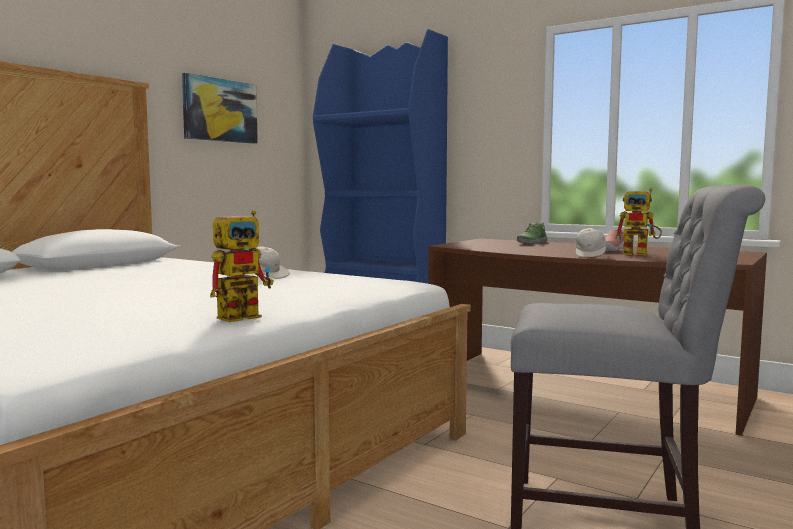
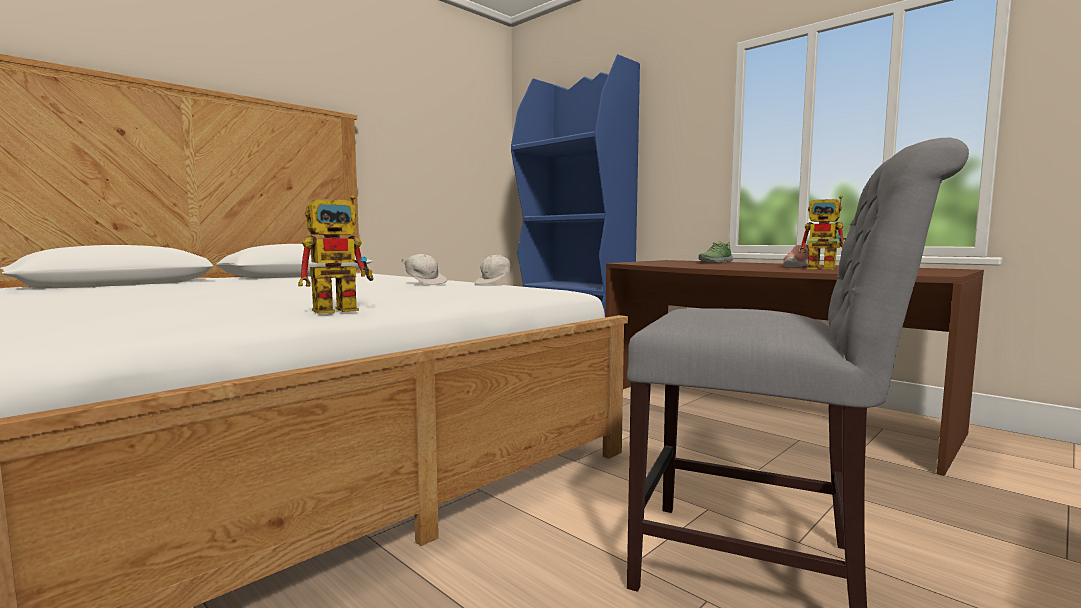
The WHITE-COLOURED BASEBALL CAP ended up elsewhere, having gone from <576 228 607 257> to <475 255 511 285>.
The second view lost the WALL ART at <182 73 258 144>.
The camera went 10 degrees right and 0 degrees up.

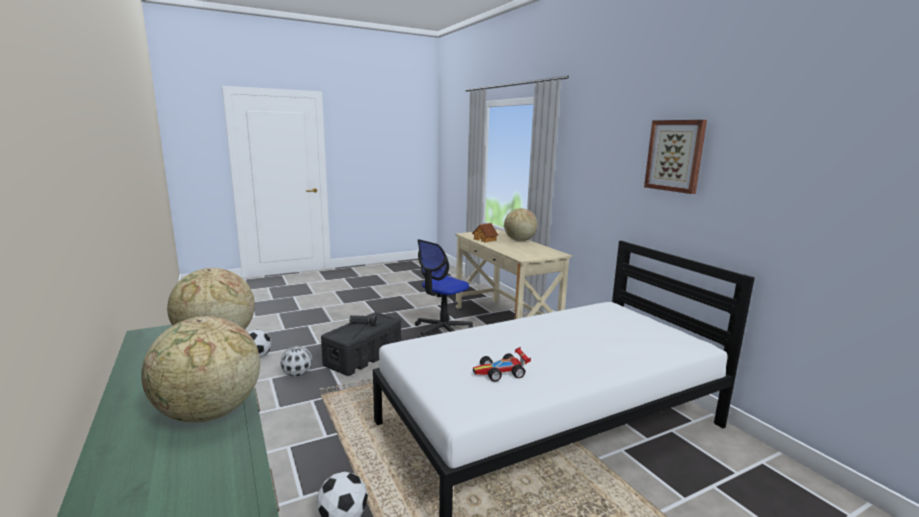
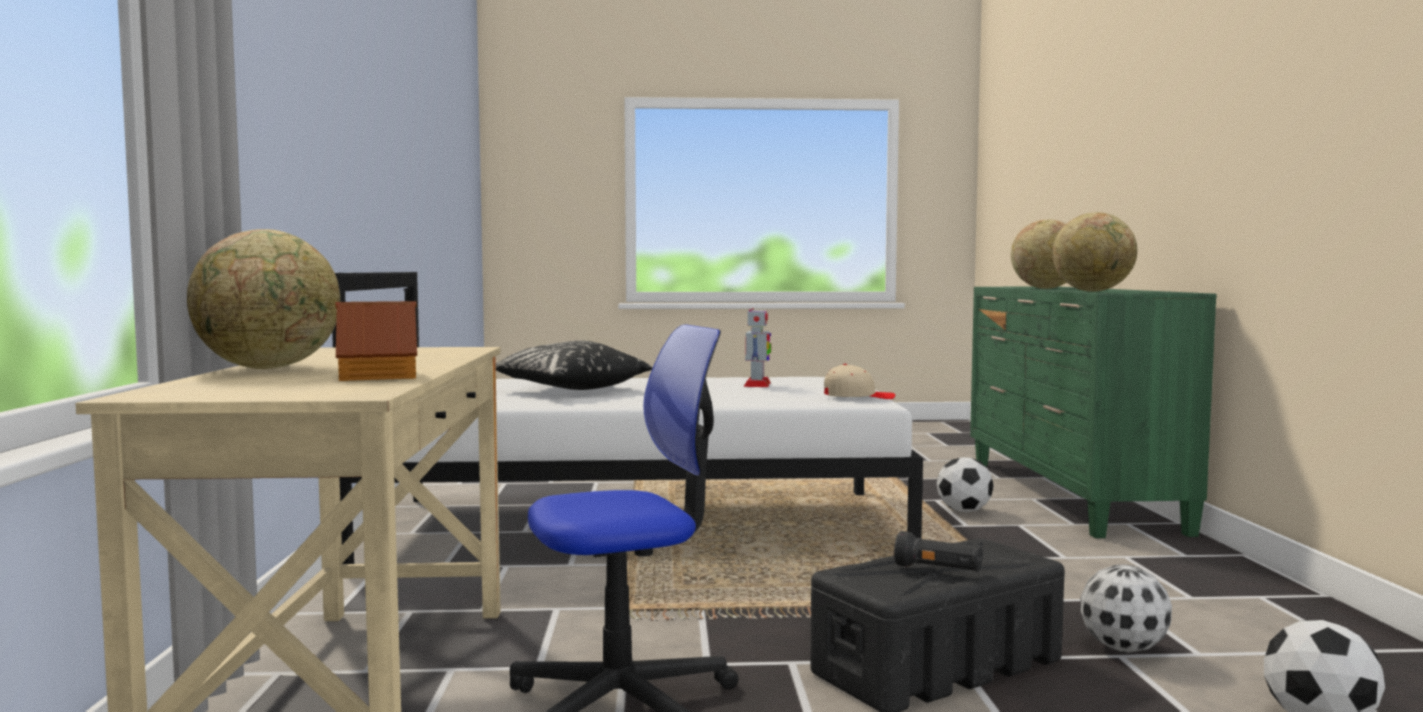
The second view gained the BLACKISH THROW PILLOW at <496 341 653 390>.
Where the MINIATURE CAR stood at <473 347 531 382>, the MODEL ROBOT came to stand at <744 308 771 387>.
The second view gained the BEIGE-COLOURED BASEBALL CAP at <824 364 895 399>.
The second view lost the WALL ART at <644 120 707 194>.
The camera went 155 degrees left and 10 degrees down.

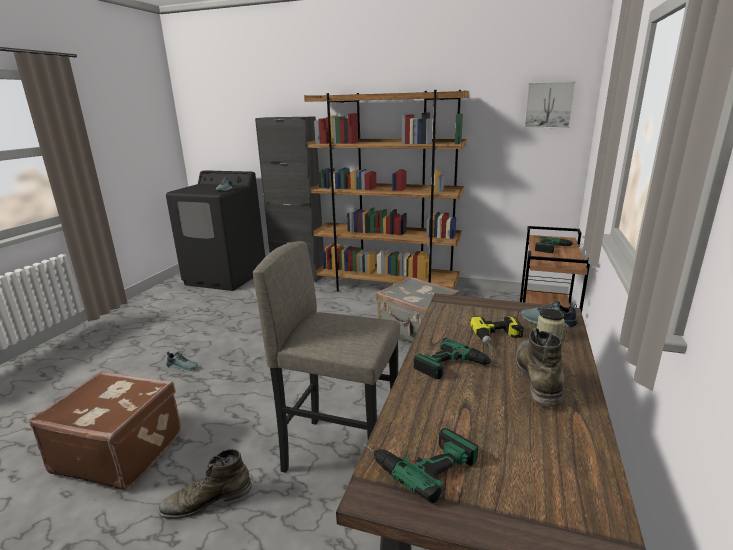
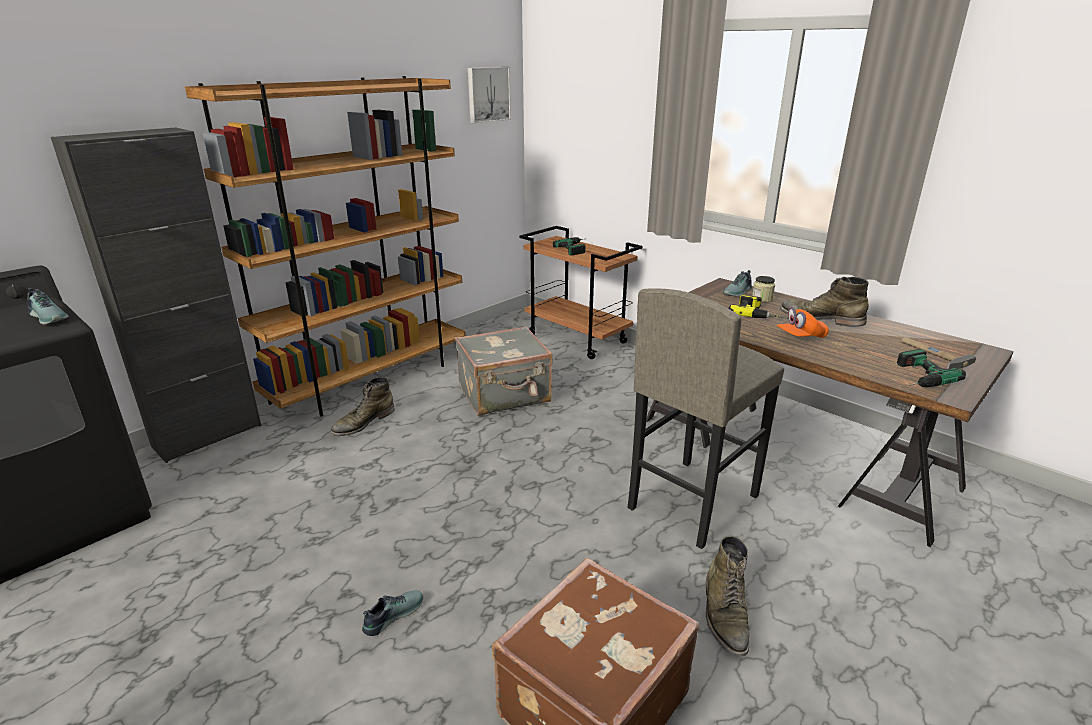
The second view gained the GREEN-COLOURED TALL BOOT at <330 377 395 436>.
Where the ELECTRIC DRILL stood at <414 338 502 379>, the ORANGE-COLOURED BASEBALL CAP came to stand at <777 307 829 338>.
The second view gained the HAND HAMMER at <901 337 976 369>.
The camera went 65 degrees left and 5 degrees up.

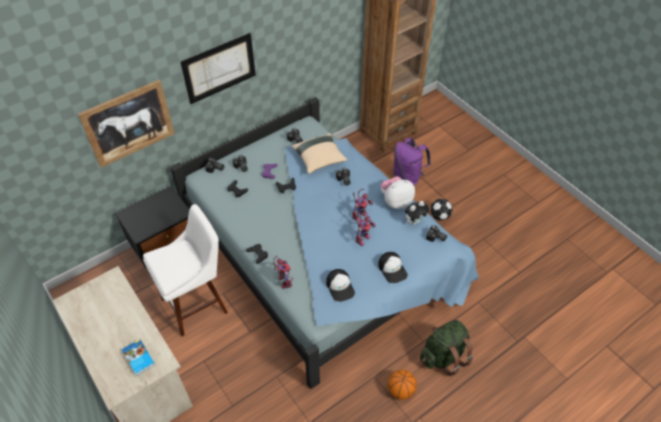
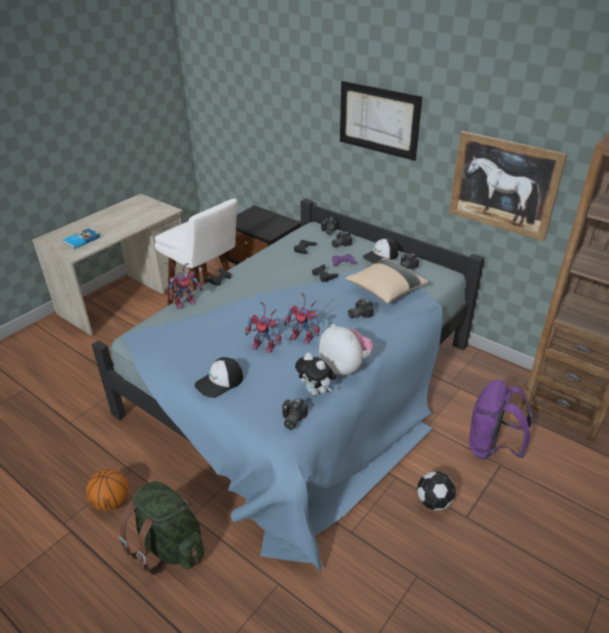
The BASEBALL CAP ended up elsewhere, having gone from <326 269 355 302> to <363 238 398 264>.
The WALL ART ended up elsewhere, having gone from <78 80 175 168> to <449 131 567 241>.
The camera went 75 degrees right and 15 degrees down.

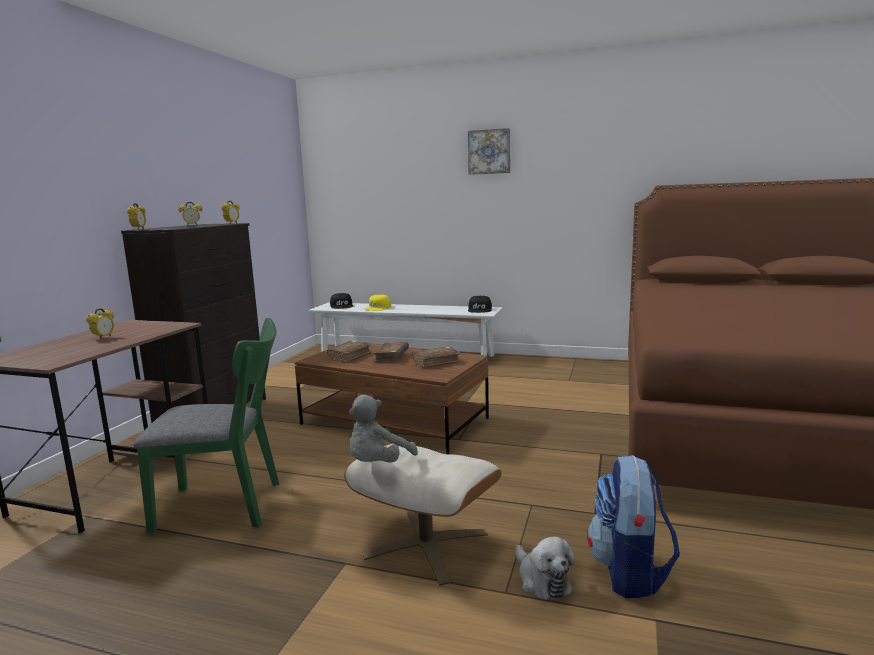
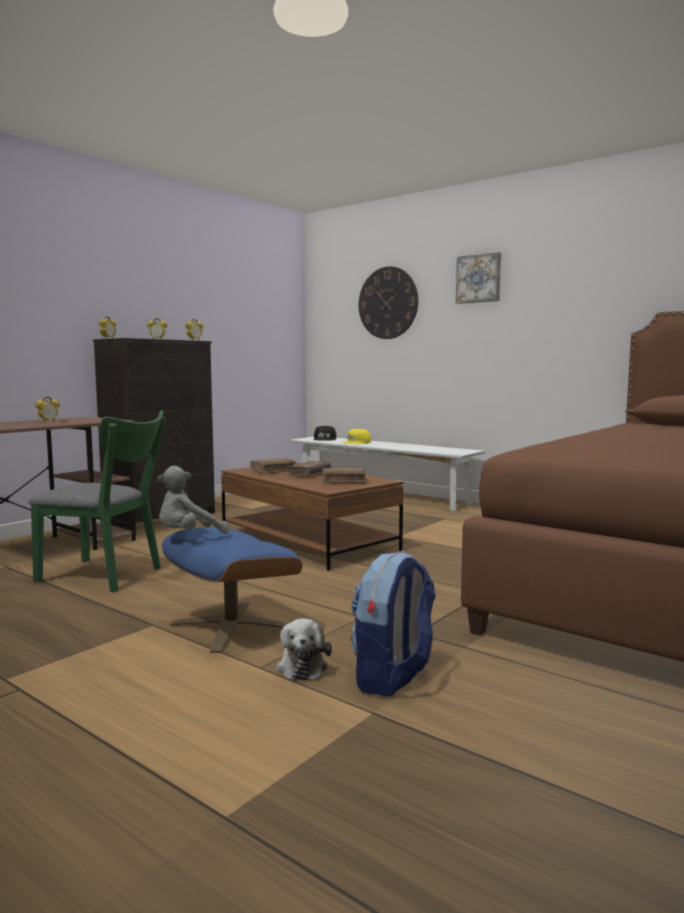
What was the BEIGE-COLOURED FOOTREST at <345 444 502 586> turned into the BLUE-COLOURED FOOTREST at <162 527 303 653>.
The second view gained the HANGING CLOCK at <359 266 418 339>.
The second view lost the BLACKISH BASEBALL CAP at <468 296 492 313>.
The camera went 20 degrees right and 5 degrees down.

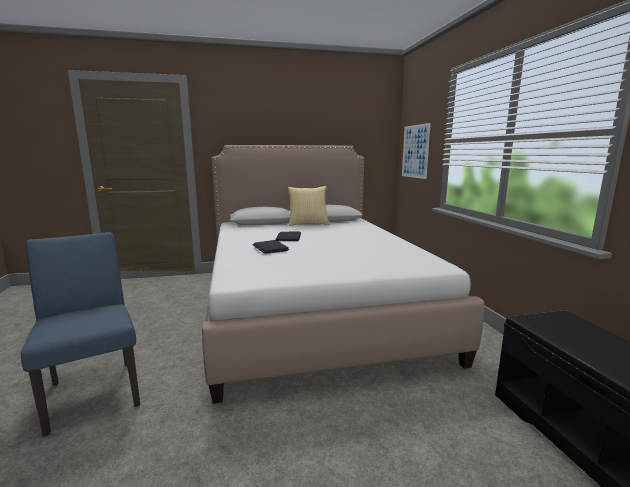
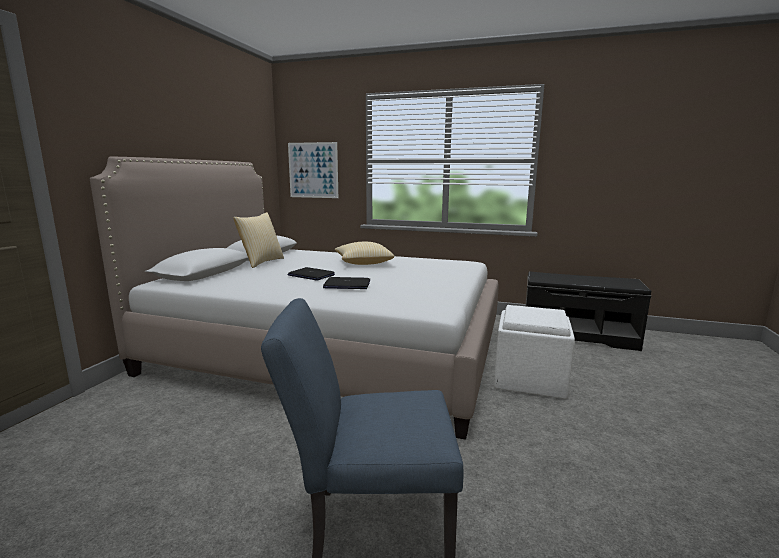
The second view gained the THROW PILLOW at <335 242 395 265>.
The second view gained the WHITE-COLOURED FOOTREST at <494 305 575 399>.
The camera went 60 degrees left and 0 degrees up.

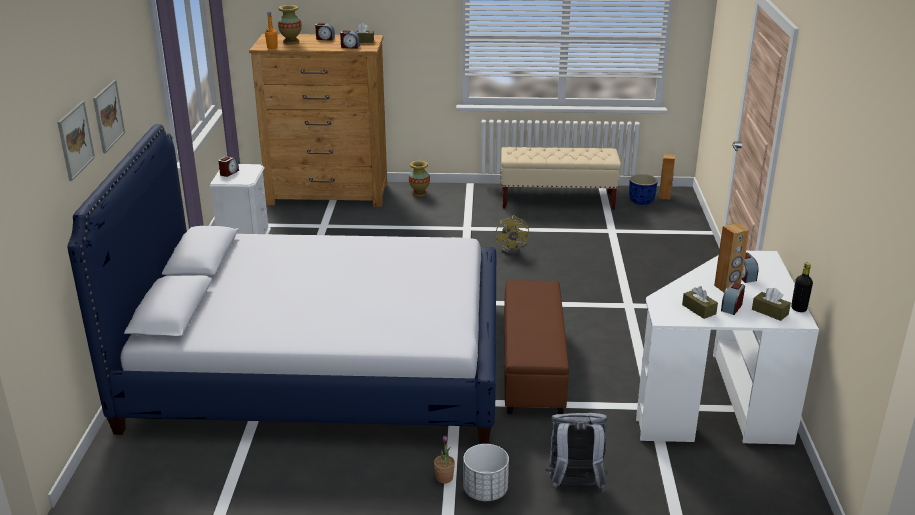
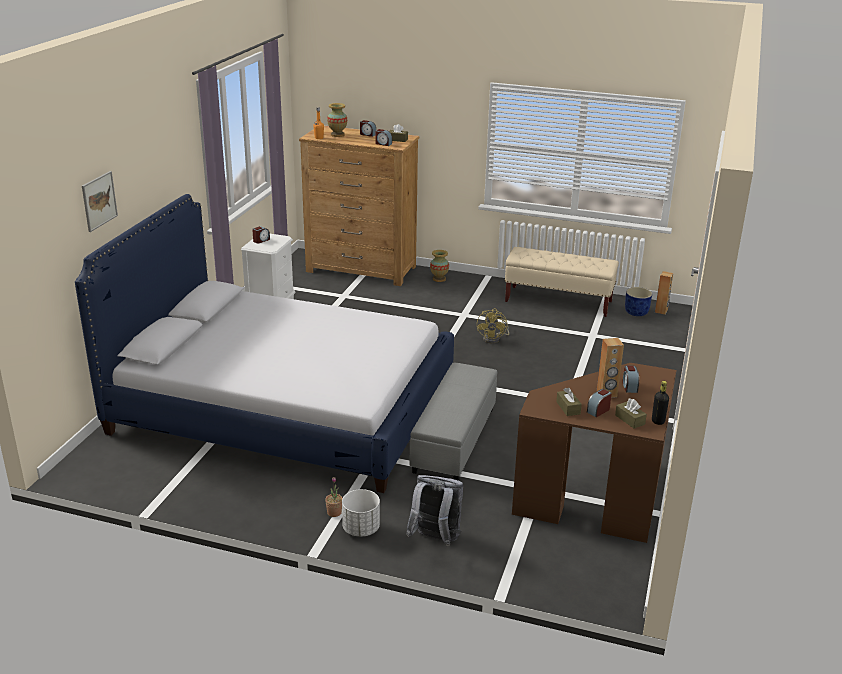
What was the BROWN FOOTREST at <504 280 569 414> turned into the GREYISH FOOTREST at <410 363 497 481>.
What was the WHITE-COLOURED DESK UNIT at <636 251 819 445> turned into the BROWN DESK UNIT at <512 363 676 543>.
The second view lost the WALL ART at <93 80 125 153>.
The camera went 15 degrees right and 0 degrees up.

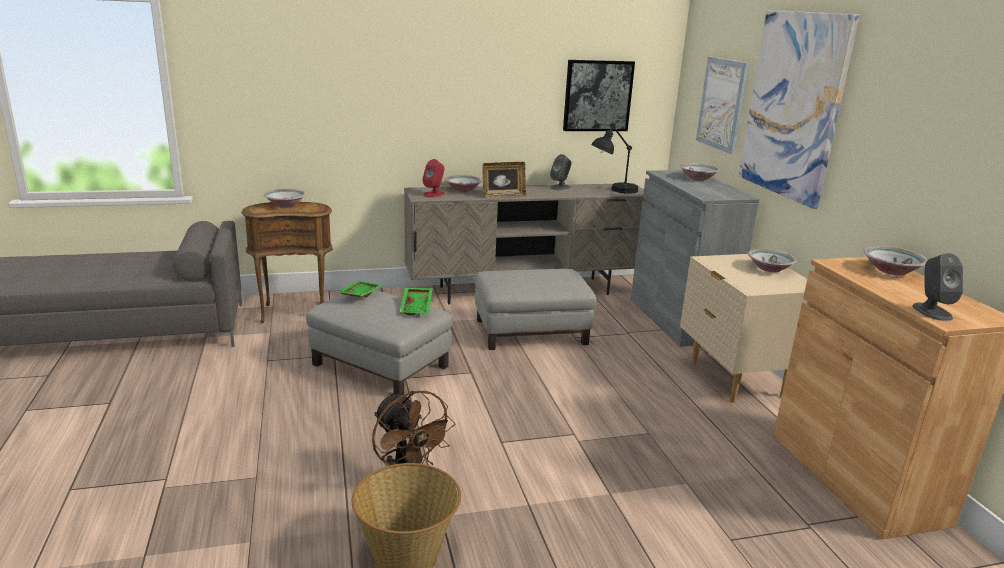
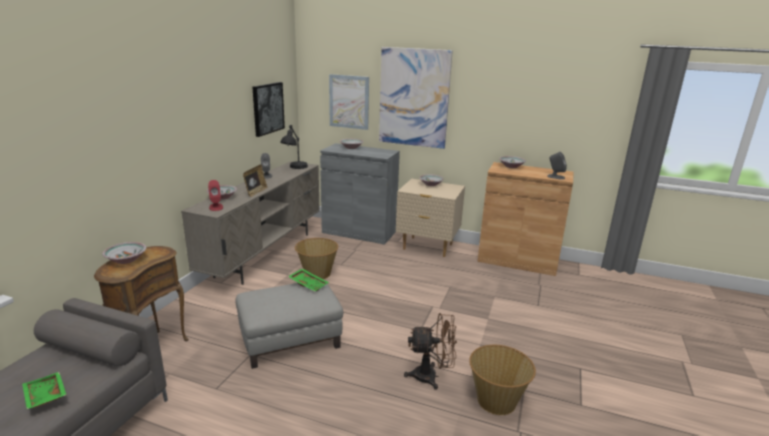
The GREEN-COLOURED CARRYING TRAY ended up elsewhere, having gone from <337 281 382 298> to <22 372 66 409>.
Where the GREYISH FOOTREST stood at <475 269 597 350>, the BASKET came to stand at <295 238 338 279>.
The camera went 55 degrees left and 0 degrees up.

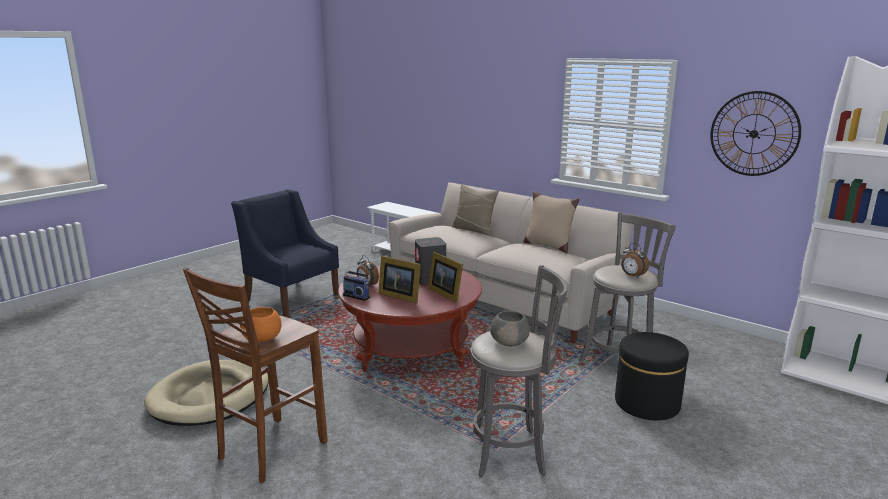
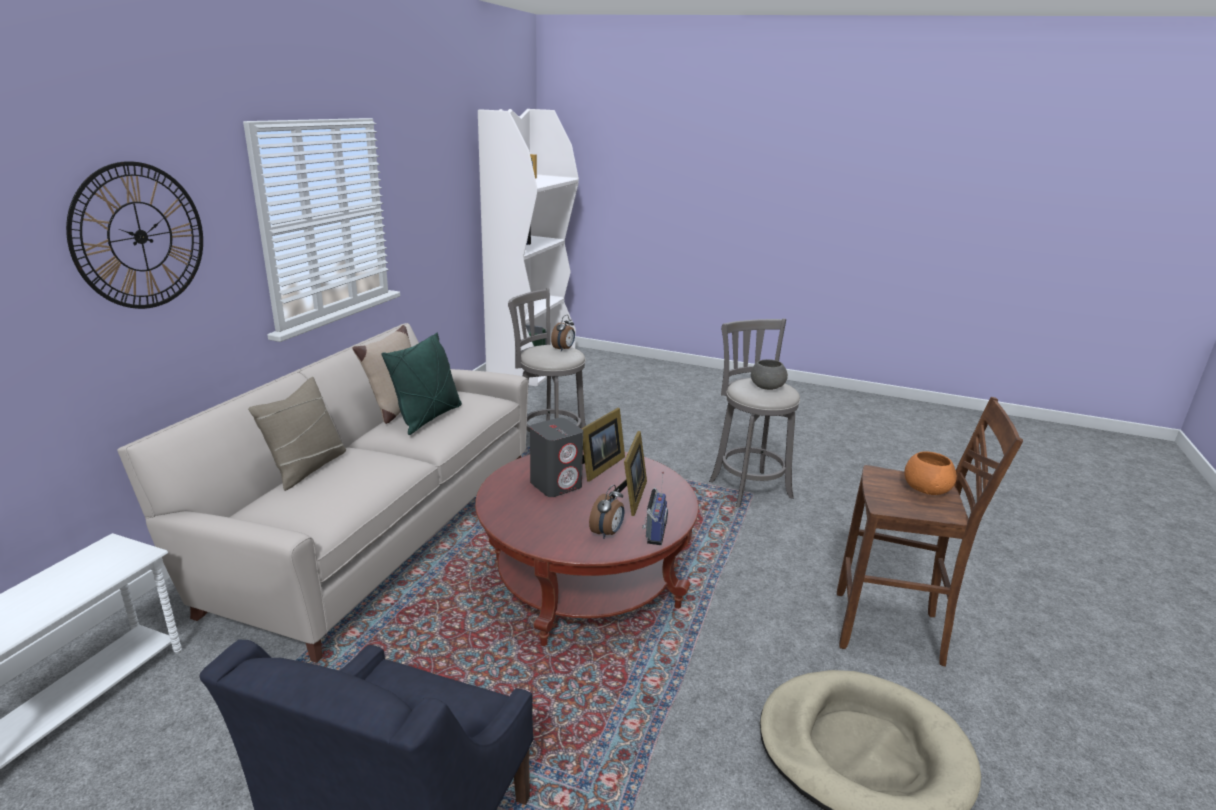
The HANGING CLOCK ended up elsewhere, having gone from <710 91 801 176> to <66 161 203 309>.
The second view gained the GREEN-COLOURED THROW PILLOW at <381 333 462 435>.
The second view lost the BLACKISH FOOTREST at <615 332 689 421>.
The camera went 110 degrees left and 5 degrees up.

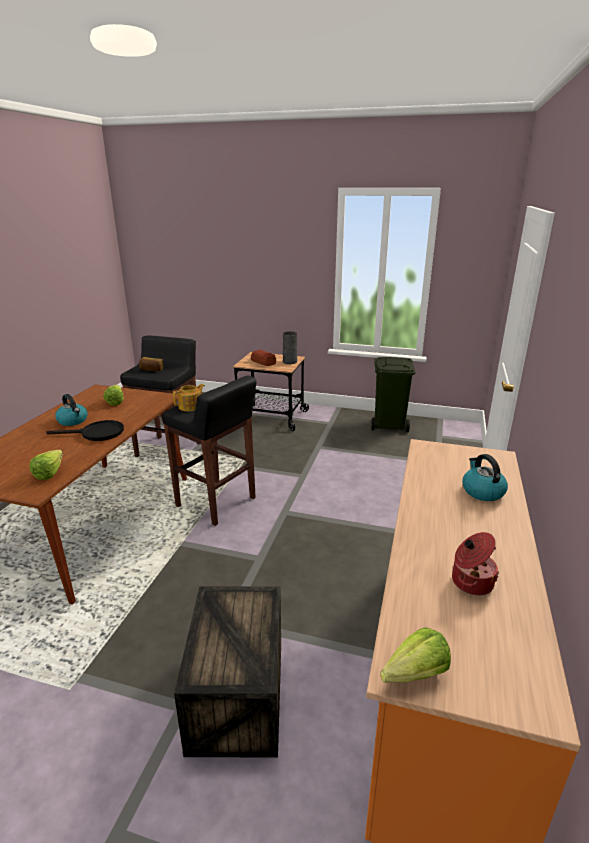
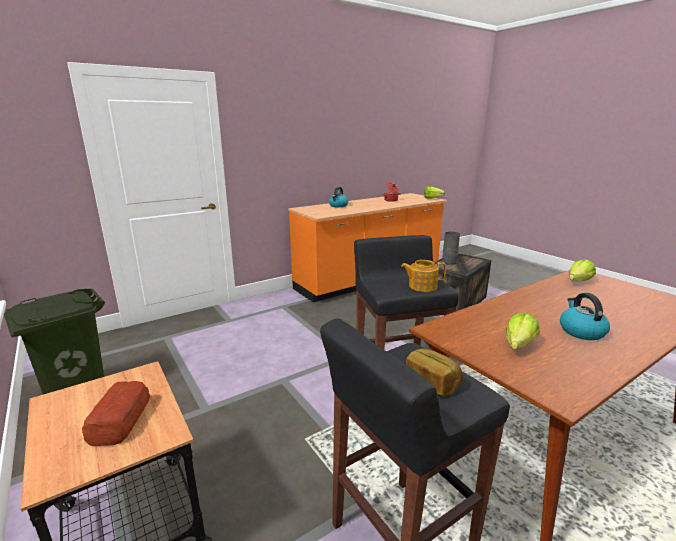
The GREYISH VASE ended up elsewhere, having gone from <283 332 297 364> to <442 232 460 265>.
The second view lost the BLACKISH SKILLET at <46 420 124 441>.
The camera went 140 degrees left and 5 degrees down.

